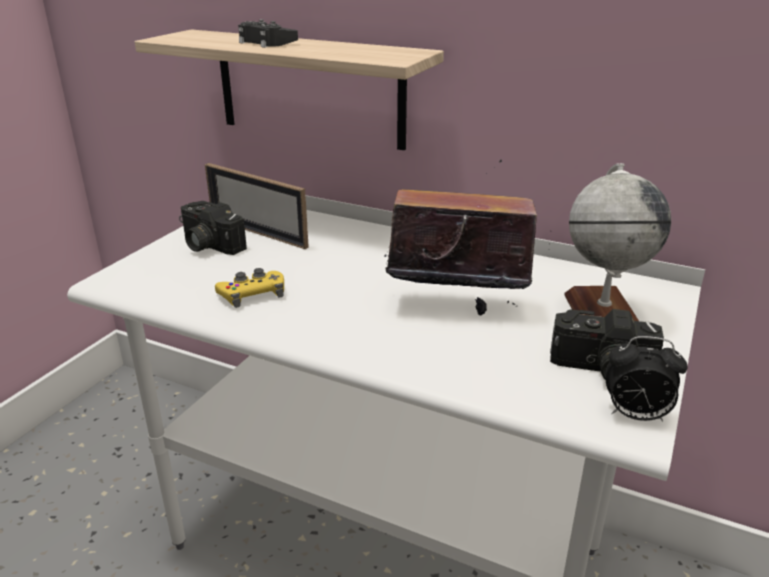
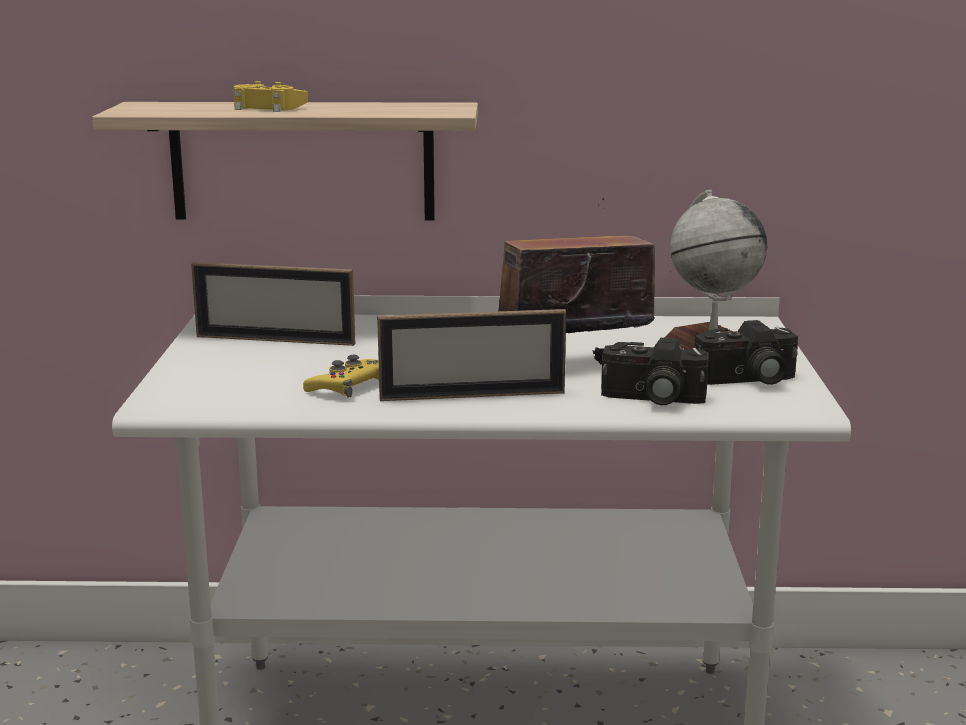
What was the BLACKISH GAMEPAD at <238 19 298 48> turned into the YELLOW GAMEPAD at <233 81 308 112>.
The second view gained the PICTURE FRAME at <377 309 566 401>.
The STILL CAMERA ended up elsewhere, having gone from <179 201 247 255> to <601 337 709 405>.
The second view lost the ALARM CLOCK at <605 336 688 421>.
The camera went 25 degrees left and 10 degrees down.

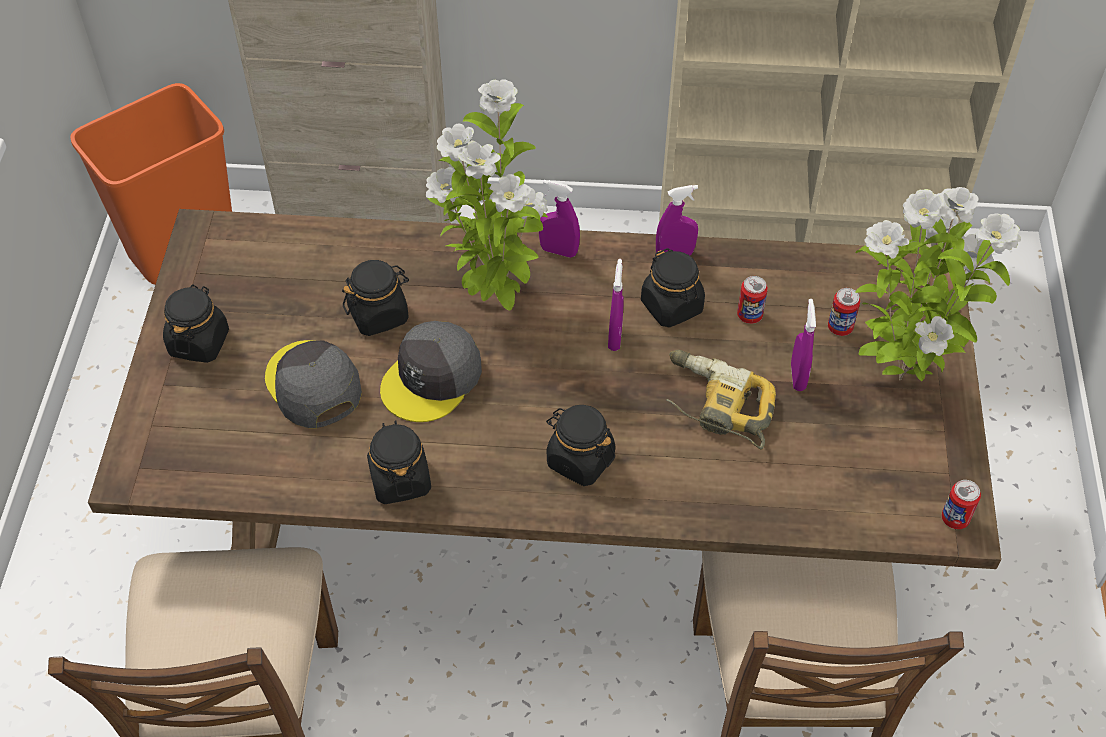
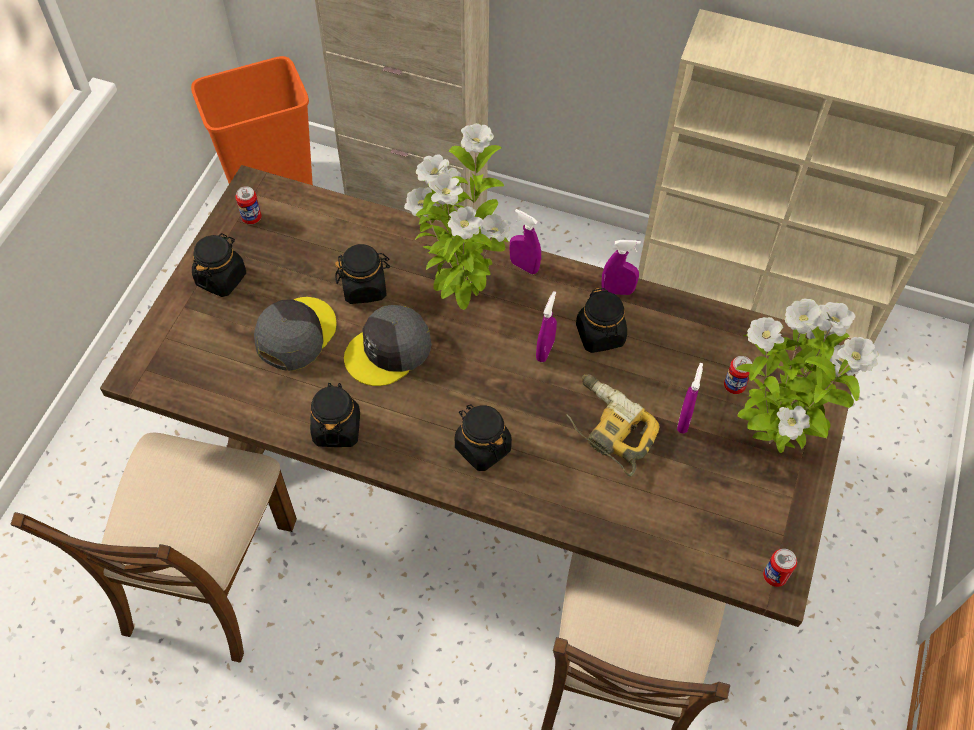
The CAN ended up elsewhere, having gone from <737 276 768 324> to <236 186 261 224>.
The GREYISH BASEBALL CAP at <265 340 362 428> ended up facing another way, 45 degrees clockwise from before.
The camera went 15 degrees right and 5 degrees up.

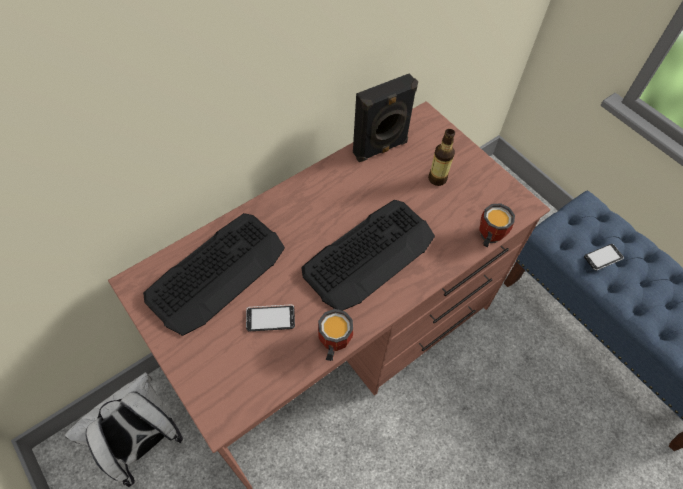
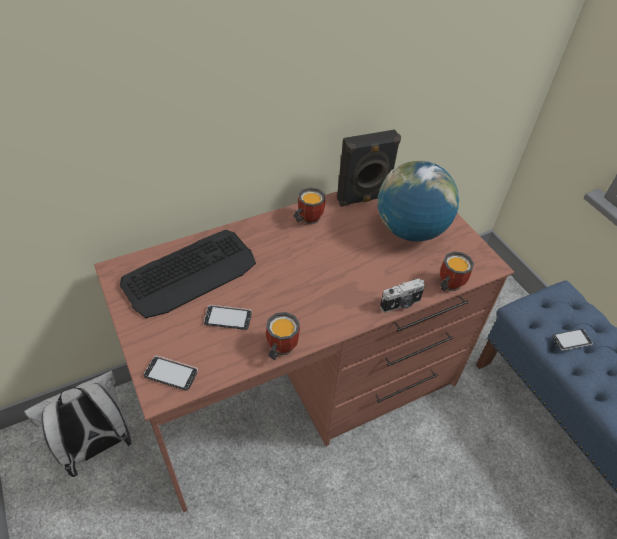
The second view gained the TELEPHONE at <144 356 198 391>.
The second view gained the TEA MUG at <293 187 325 225>.
Where the BOTTLE stood at <428 129 455 186>, the GLOBE came to stand at <378 161 459 242>.
The second view gained the STILL CAMERA at <380 278 425 313>.
The second view lost the PC KEYBOARD at <301 200 435 311>.
The camera went 10 degrees right and 10 degrees down.

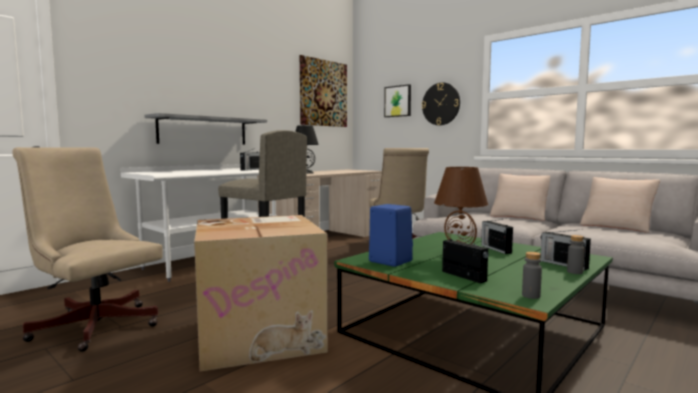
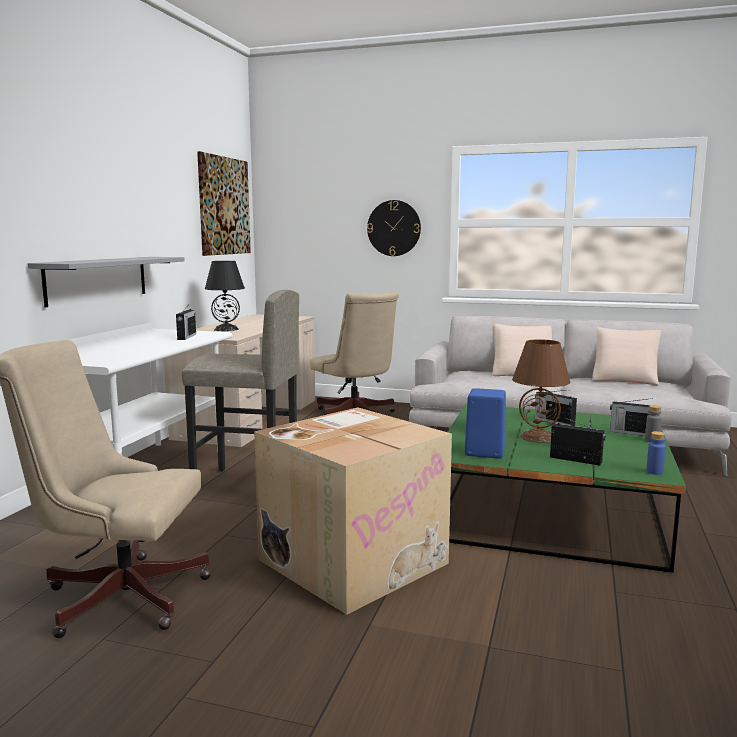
What was the GREYISH BOTTLE at <522 252 542 299> turned into the BLUE-COLOURED BOTTLE at <646 431 666 475>.
The second view lost the WALL ART at <384 84 411 117>.
The camera went 25 degrees left and 5 degrees up.

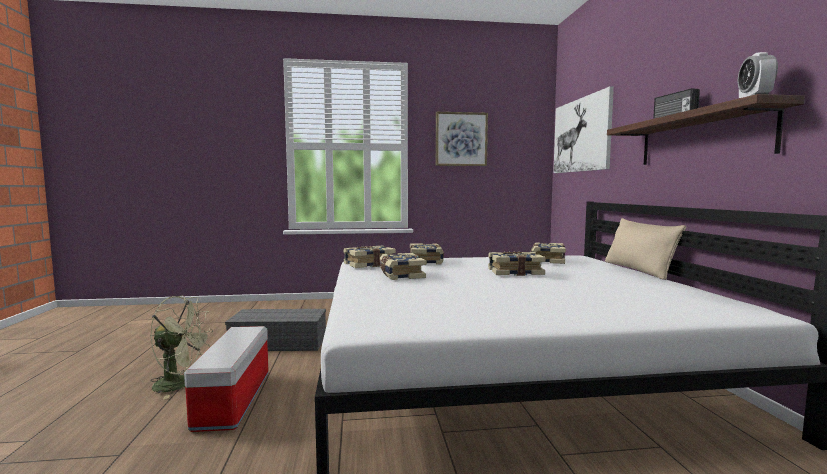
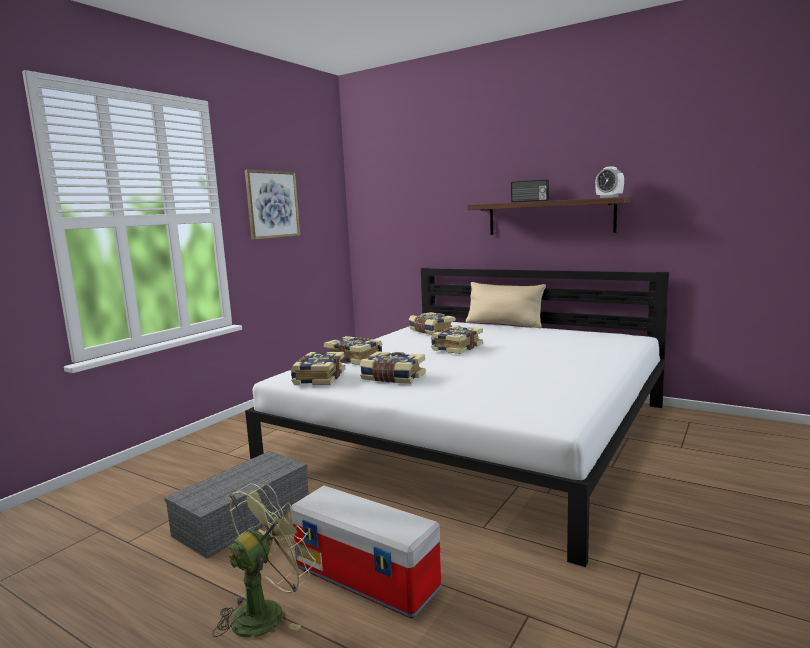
The second view lost the WALL ART at <553 86 614 173>.
The camera went 50 degrees left and 5 degrees up.

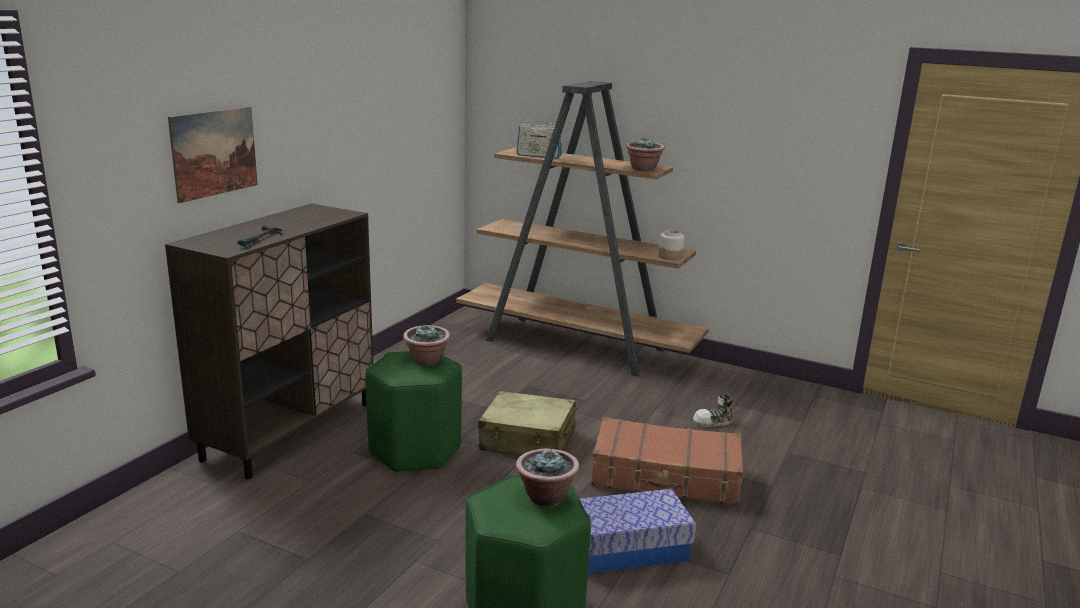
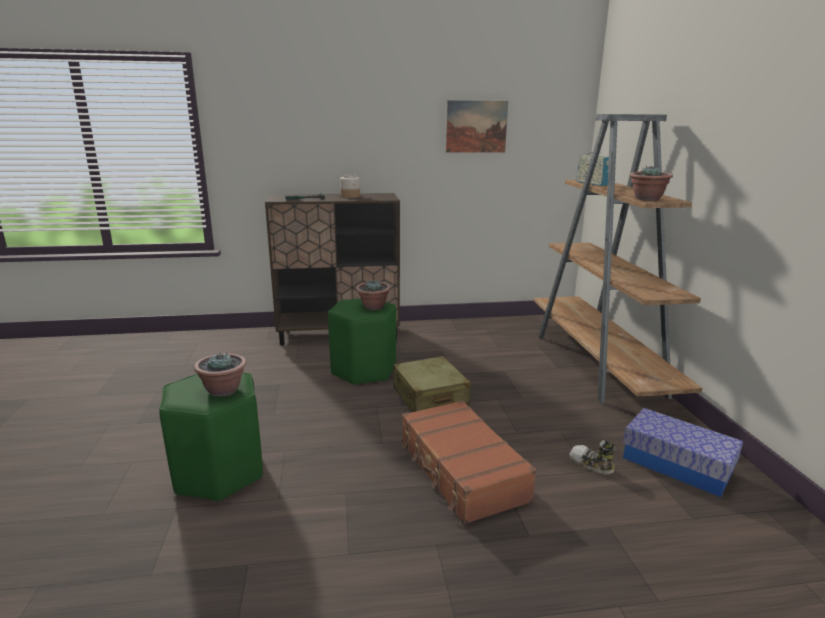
The STORAGE JAR ended up elsewhere, having gone from <658 230 684 260> to <340 174 360 198>.
The WALL ART ended up elsewhere, having gone from <168 107 258 203> to <446 100 508 153>.
The STORAGE BIN ended up elsewhere, having gone from <580 489 696 574> to <623 408 743 497>.
The camera went 55 degrees right and 0 degrees up.

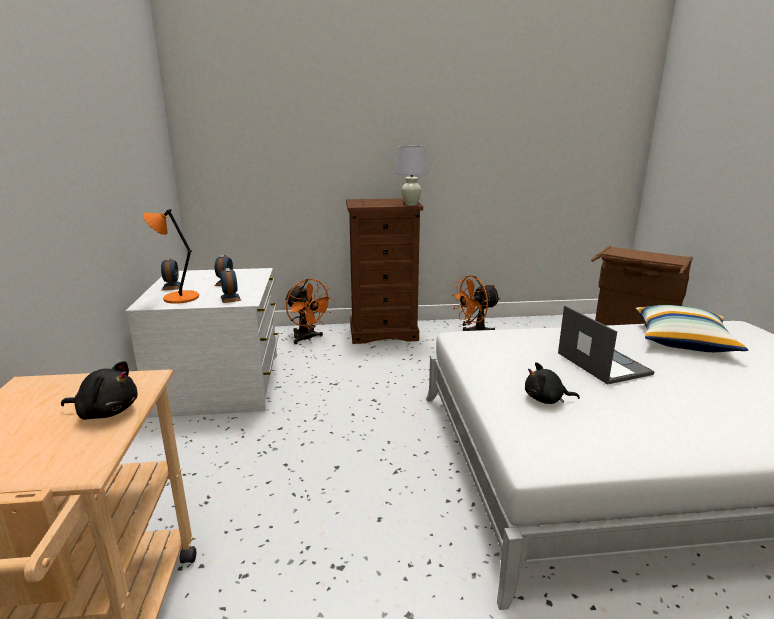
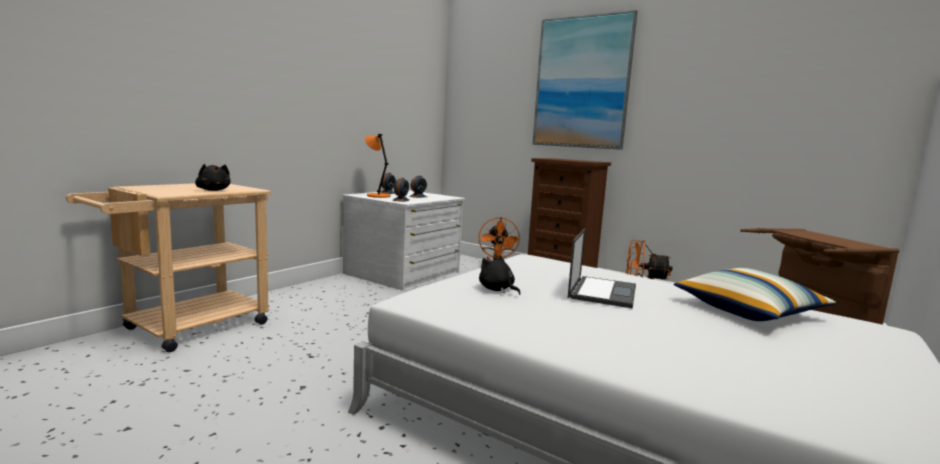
The second view gained the WALL ART at <532 10 638 150>.
The second view lost the WHITE-COLOURED LAMP FOR A TABLE at <395 146 429 206>.
The camera went 40 degrees right and 10 degrees down.

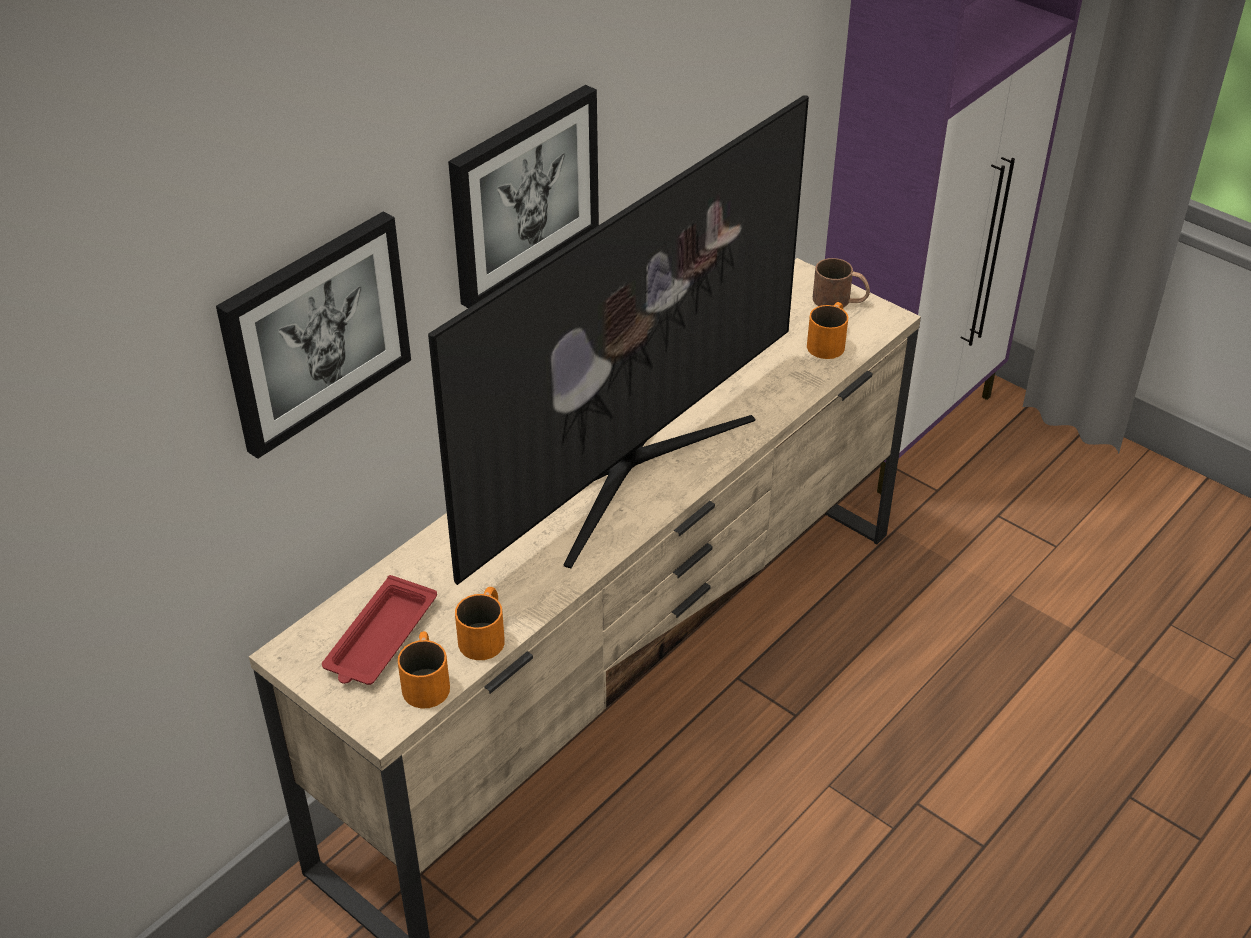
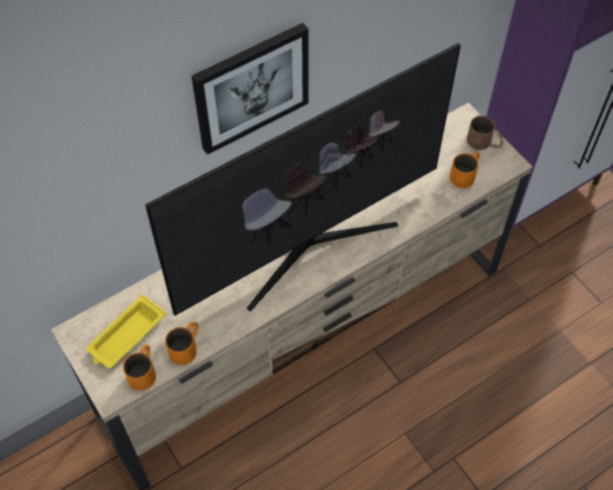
What was the REDDISH CARRYING TRAY at <322 575 437 685> turned into the YELLOW CARRYING TRAY at <86 295 166 369>.
The second view lost the WALL ART at <216 211 411 459>.
The camera went 15 degrees right and 15 degrees up.

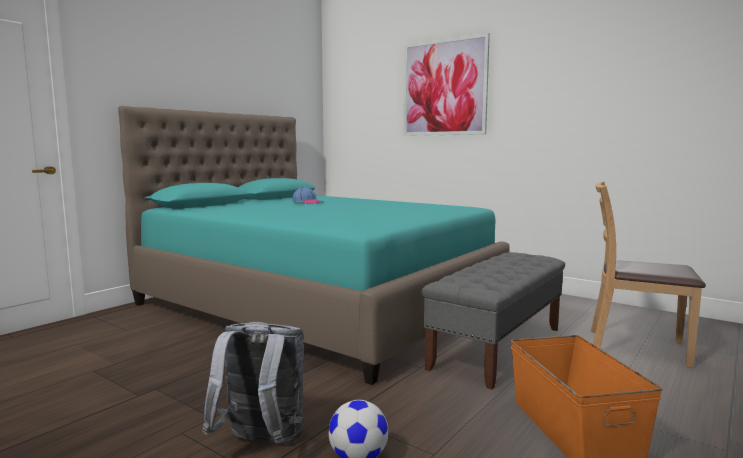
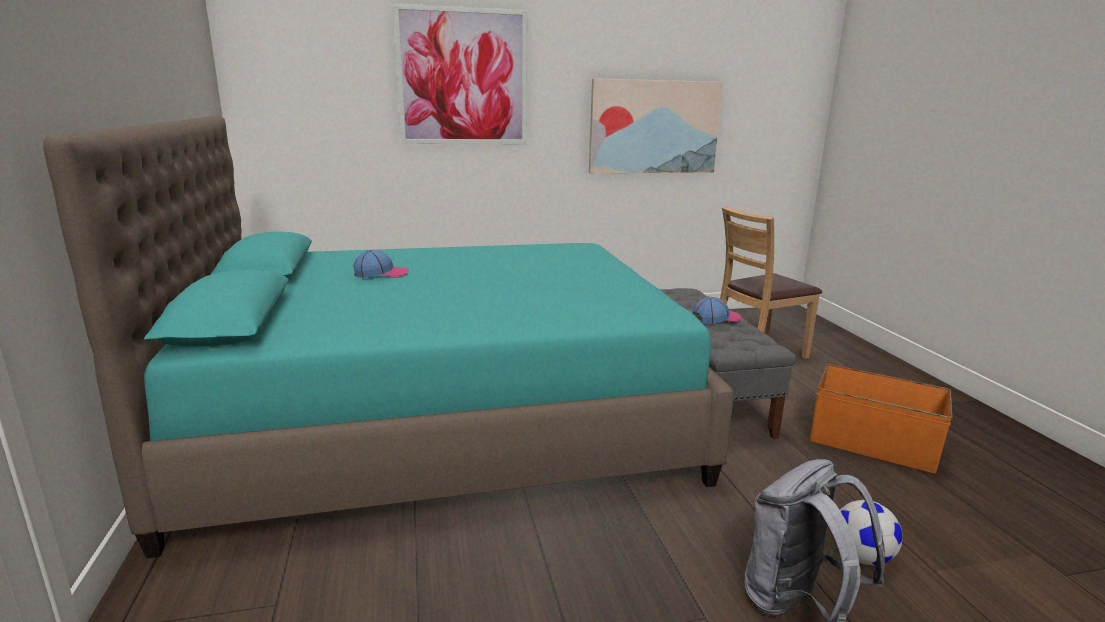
The second view gained the WALL ART at <589 78 723 173>.
The second view gained the BASEBALL CAP at <693 297 741 324>.
The camera went 50 degrees left and 10 degrees up.

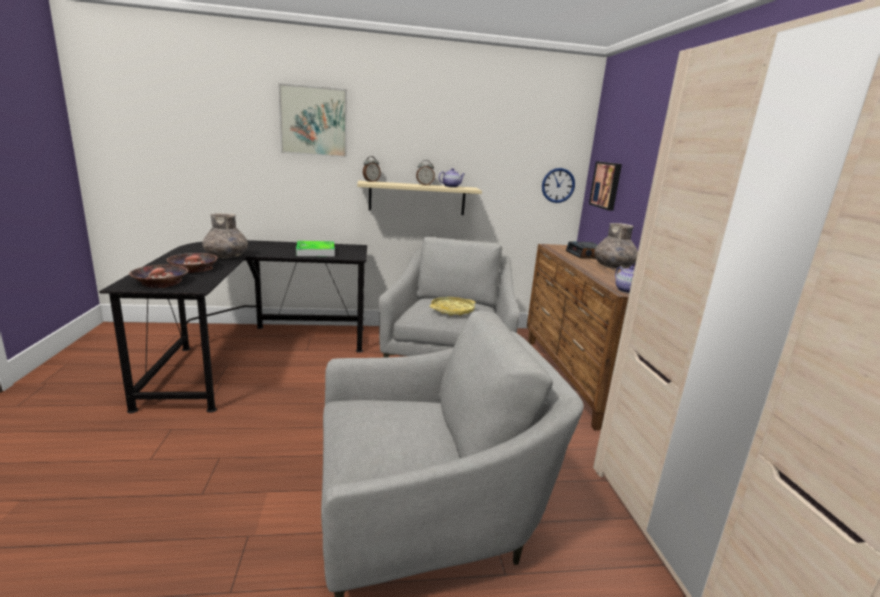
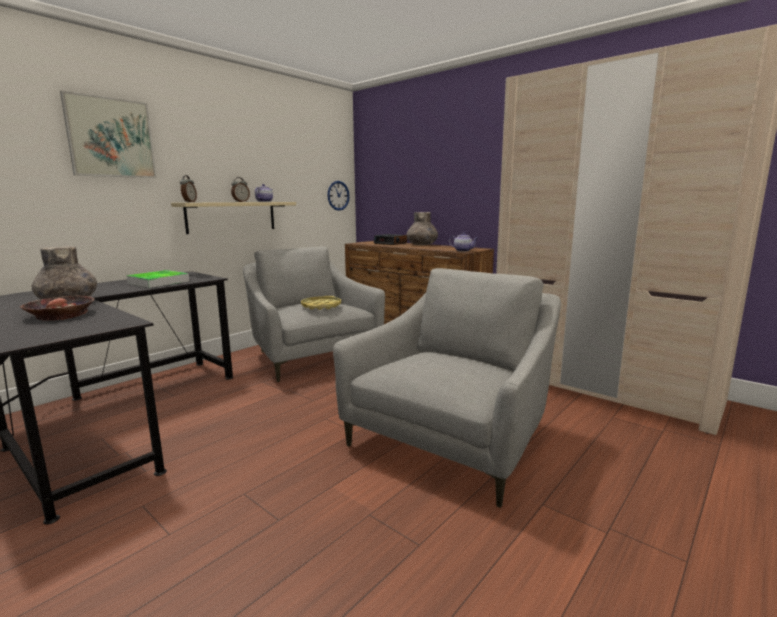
The second view lost the DEEP DISH at <129 264 188 288>.
The second view lost the WALL ART at <589 161 622 211>.
The camera went 40 degrees left and 5 degrees down.

